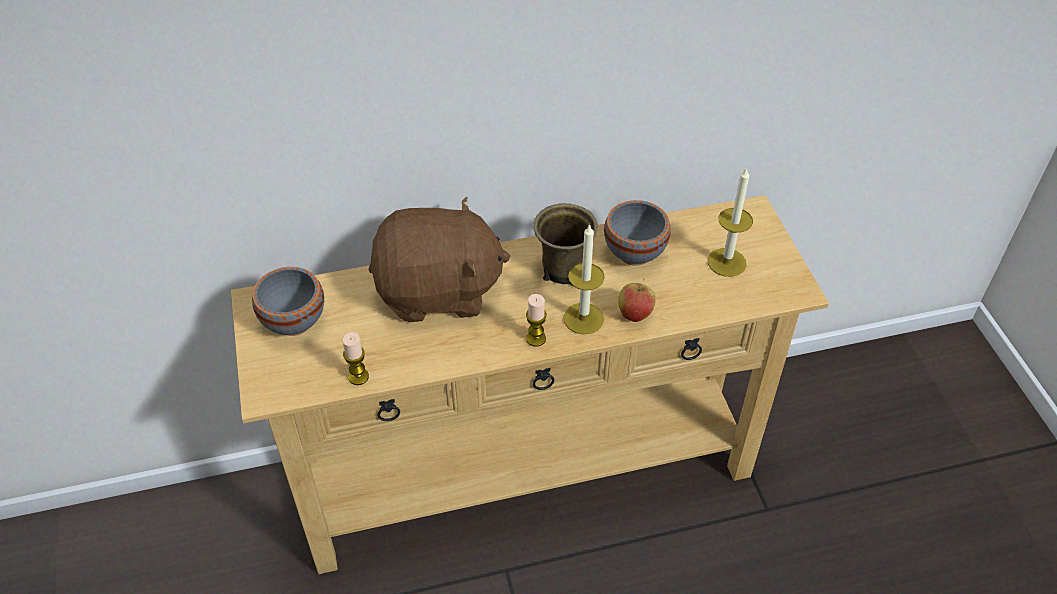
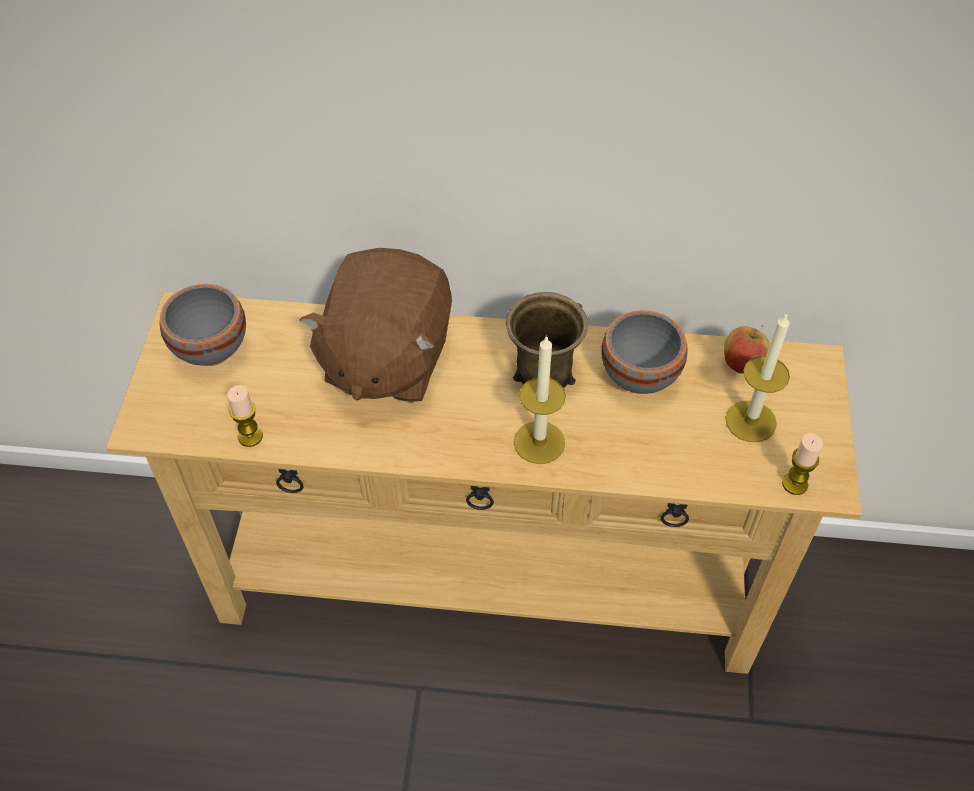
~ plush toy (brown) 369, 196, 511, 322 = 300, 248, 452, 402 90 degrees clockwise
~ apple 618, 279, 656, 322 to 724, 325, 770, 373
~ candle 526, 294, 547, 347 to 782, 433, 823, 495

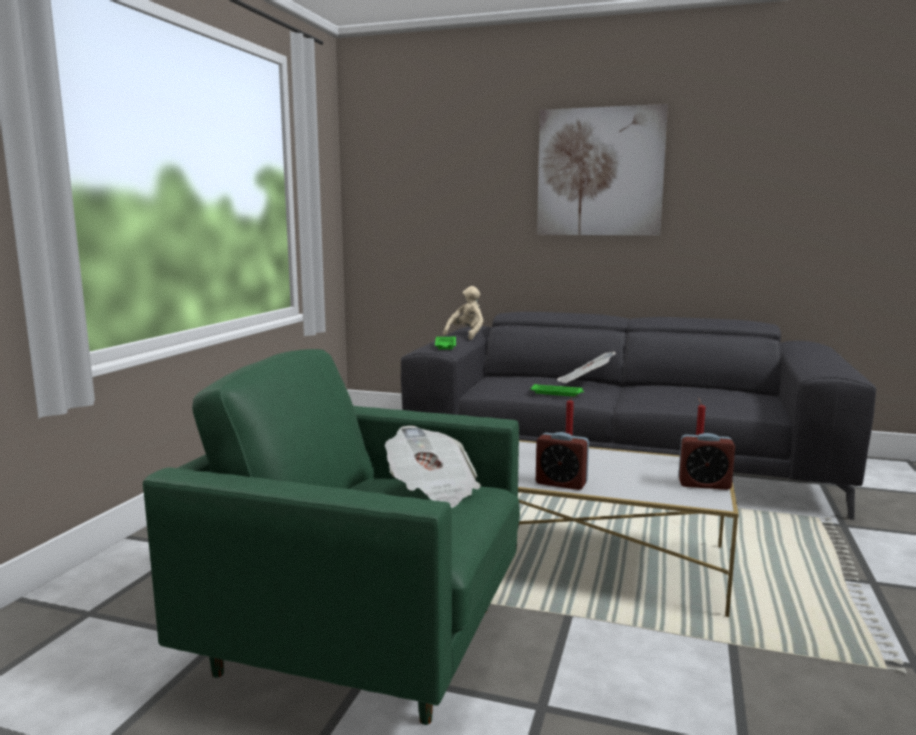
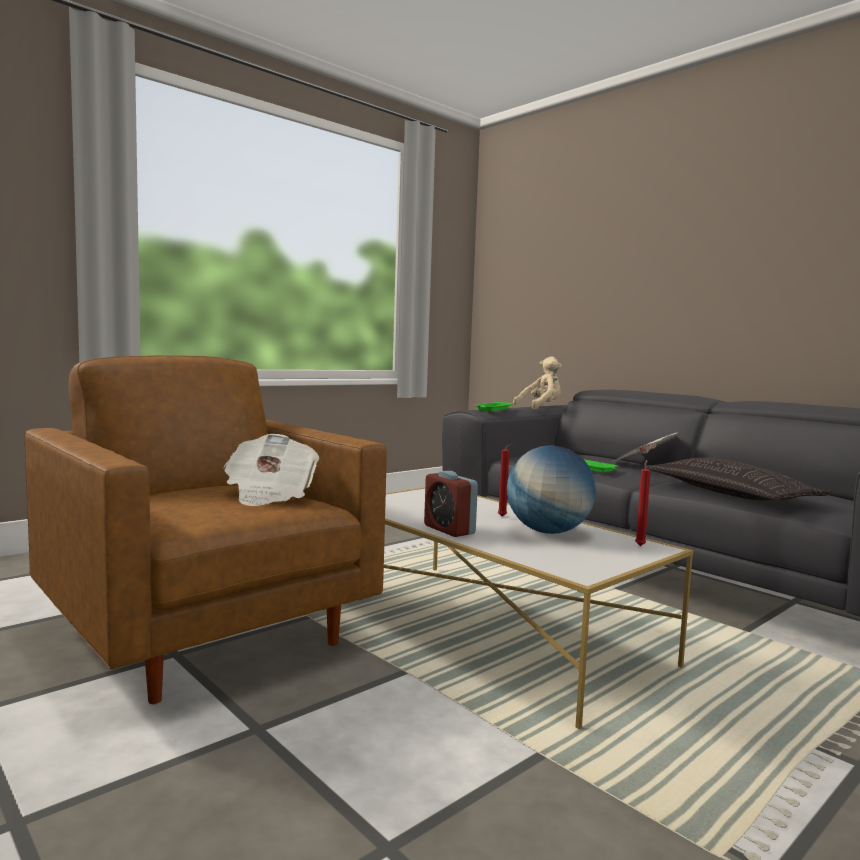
- picture 537, 104, 668, 236
~ armchair (green) 143, 349, 520, 725 to armchair (brown) 24, 355, 387, 704
- alarm clock 679, 433, 735, 490
+ globe 507, 445, 595, 534
+ pillow 643, 457, 831, 501

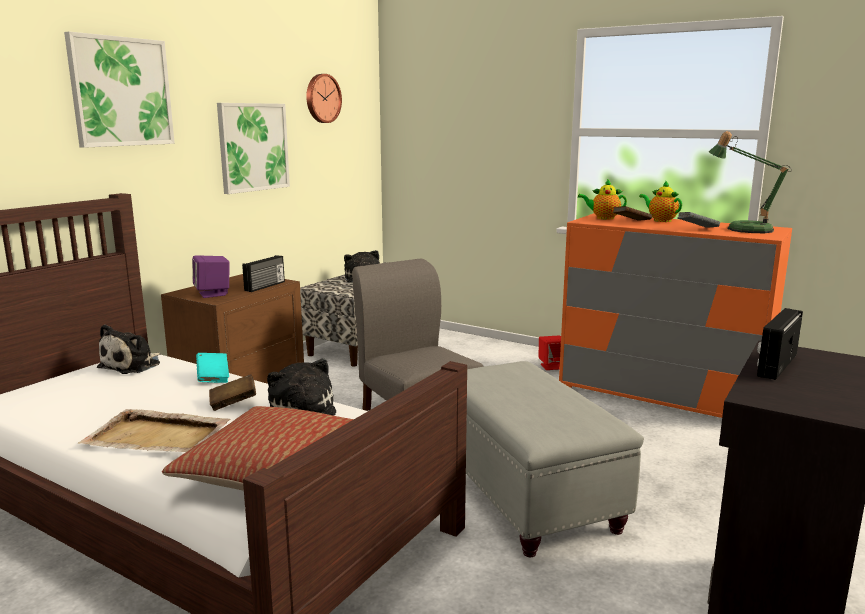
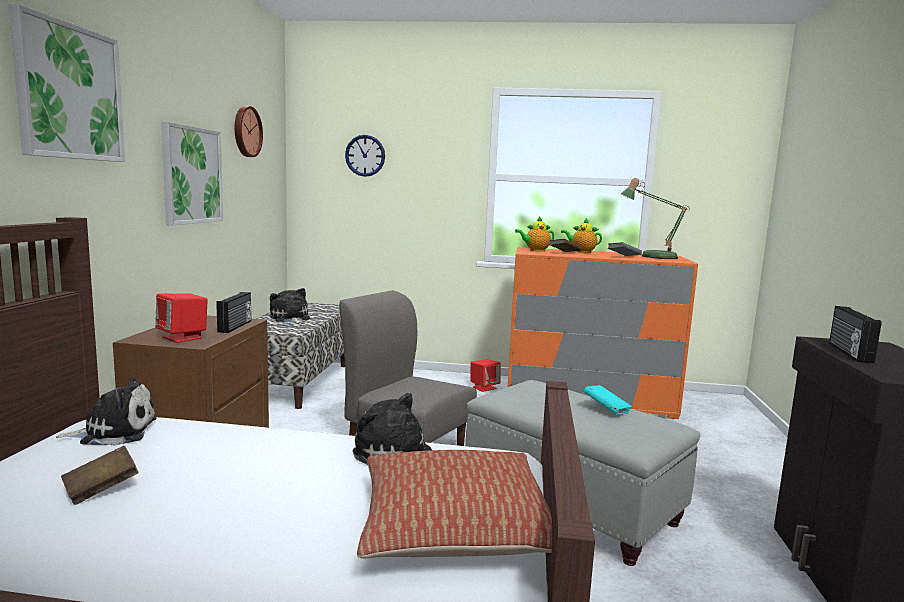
~ speaker (purple) 192, 256, 229, 298 to speaker (red) 155, 293, 208, 343
~ plush toy 97, 325, 161, 374 = 56, 377, 156, 446 105 degrees counterclockwise
~ book (turquoise) 196, 353, 229, 383 to 583, 385, 632, 415
~ book (brown) 209, 374, 256, 411 to 61, 446, 139, 505
- tray (beige) 78, 409, 230, 452
+ wall clock 345, 135, 385, 177

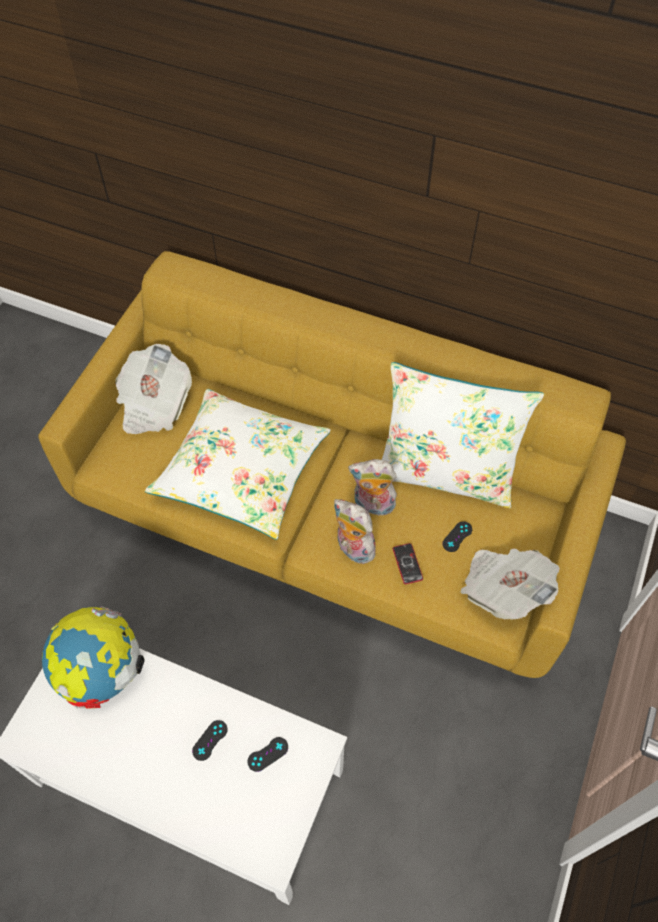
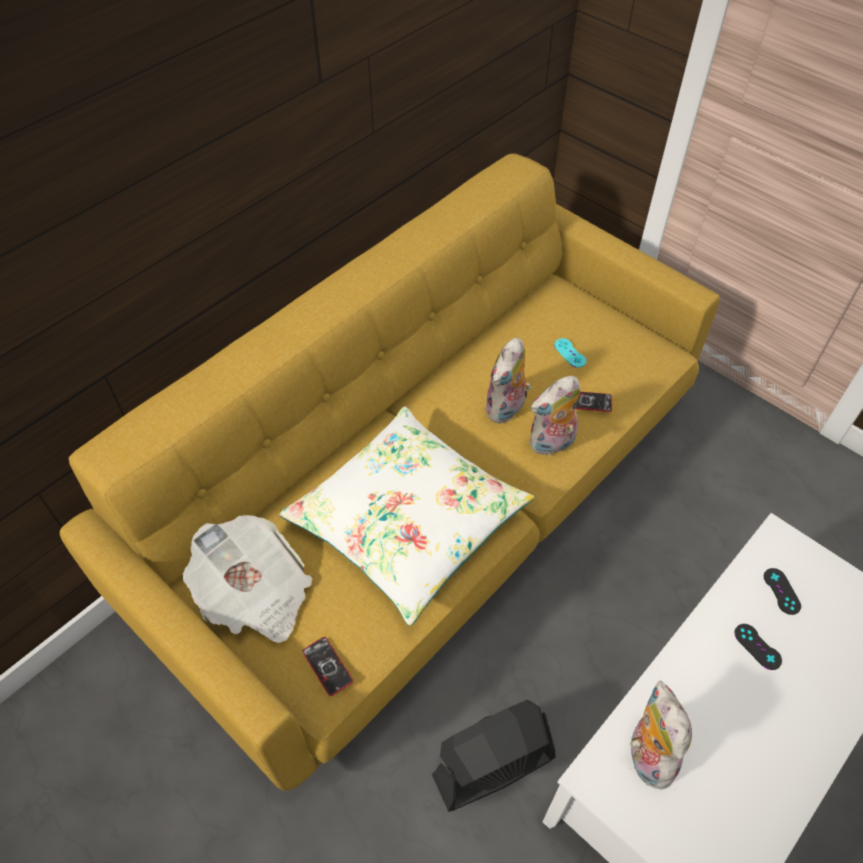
- pillow (white) 382, 362, 544, 508
~ game controller (black) 442, 521, 472, 552 to game controller (turquoise) 554, 338, 586, 368
- newspaper 460, 548, 560, 619
~ globe 42, 606, 145, 709 to plush toy 629, 680, 692, 790
+ phone 302, 637, 353, 696
+ fan (black) 432, 700, 556, 812

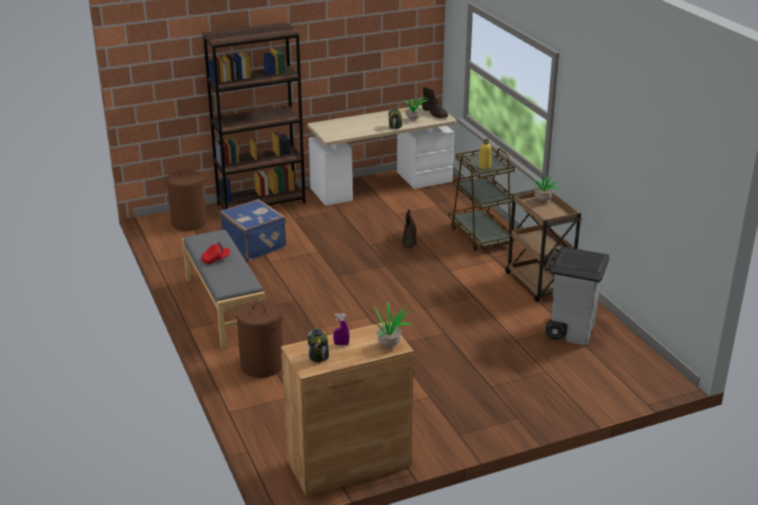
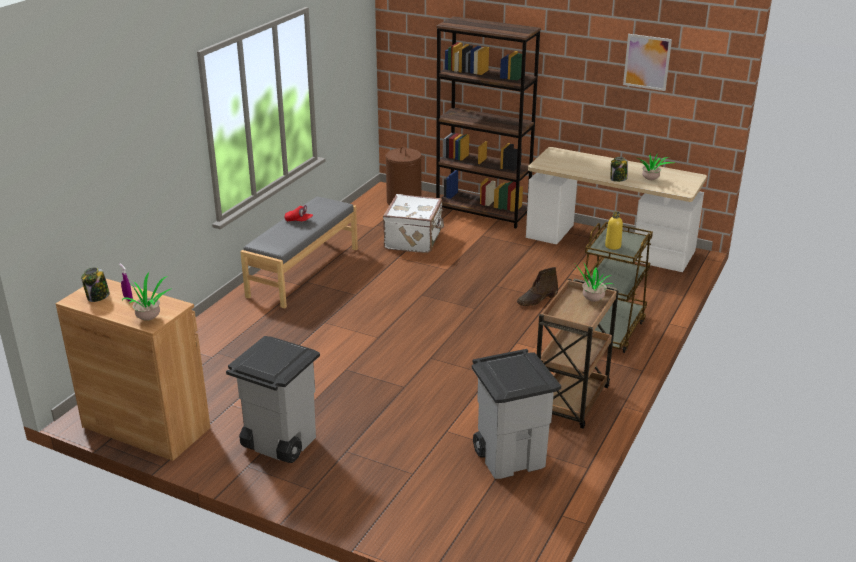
- boot (brown) 422, 87, 448, 118
~ suitcase (blue) 220, 199, 286, 260 to suitcase (white) 383, 194, 444, 253
- laundry basket (brown) 233, 300, 285, 378
+ picture 623, 34, 672, 91
+ trash can (grey) 226, 336, 320, 463

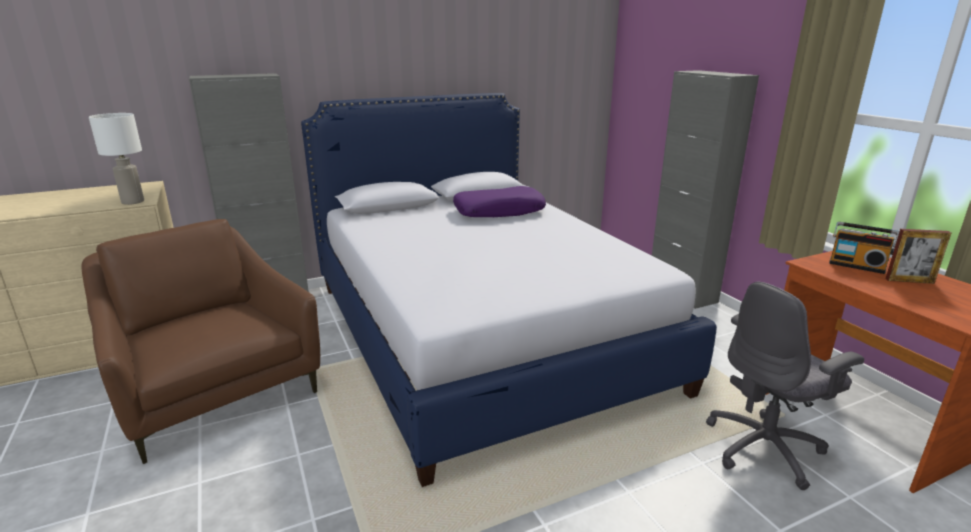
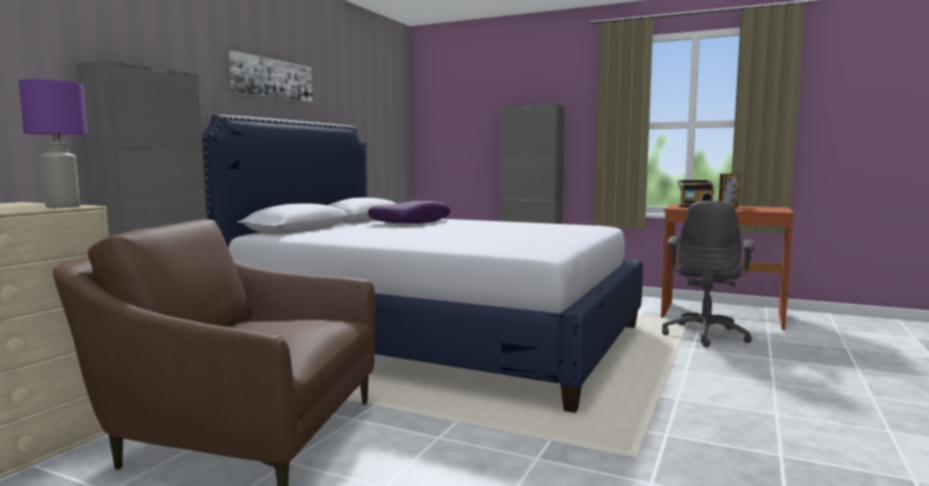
~ table lamp (white) 89, 113, 144, 205 to table lamp (purple) 19, 79, 88, 208
+ picture 229, 51, 313, 102

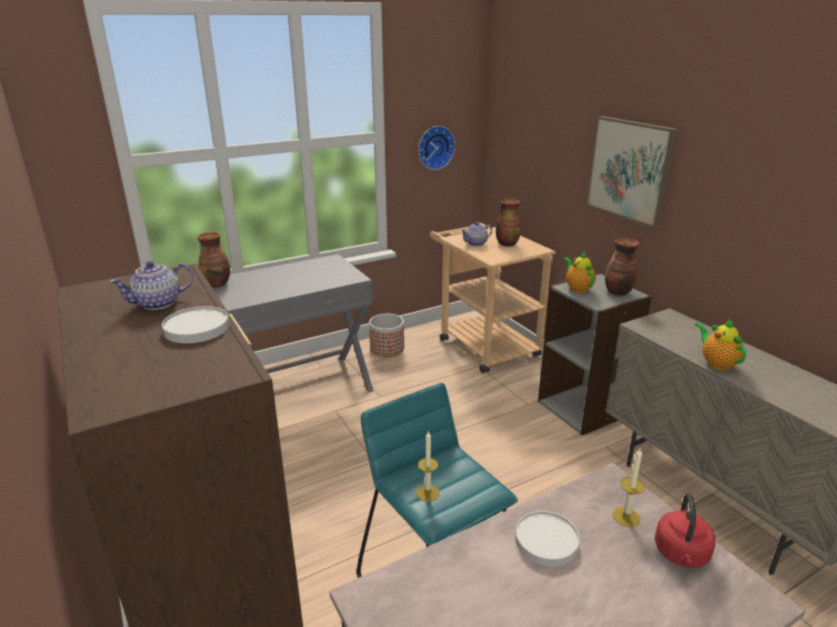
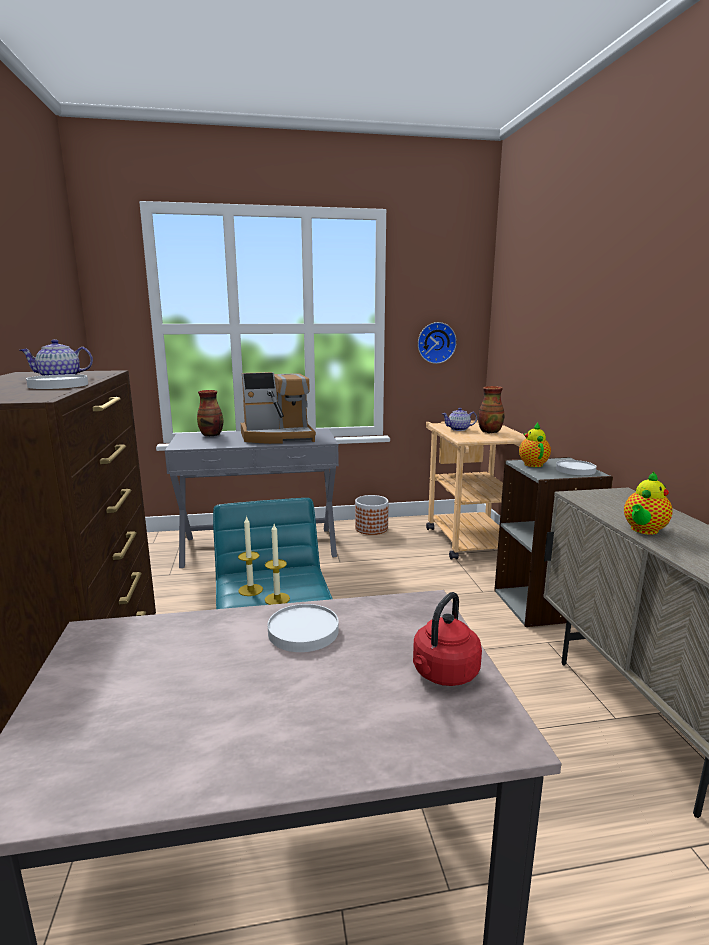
- picture 586, 116, 678, 228
~ vase 605, 238, 639, 296 to plate (white) 556, 460, 596, 475
~ teapot 695, 319, 746, 370 = 624, 471, 673, 535 135 degrees counterclockwise
~ candle 612, 448, 645, 527 to 265, 524, 290, 605
+ coffee machine 241, 372, 316, 444

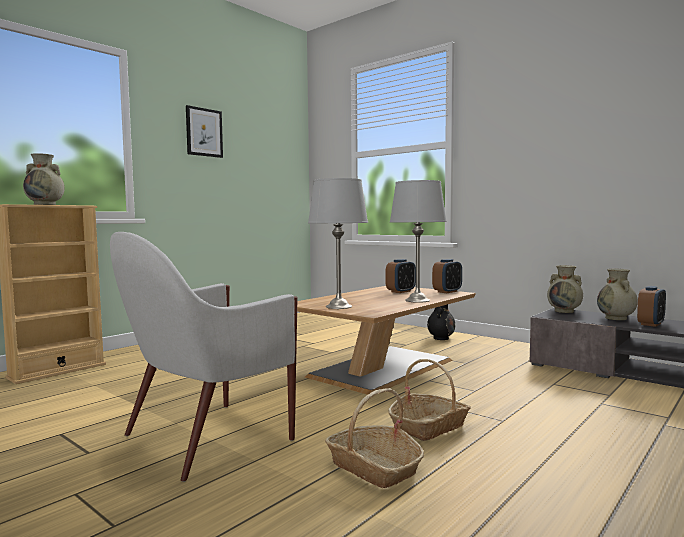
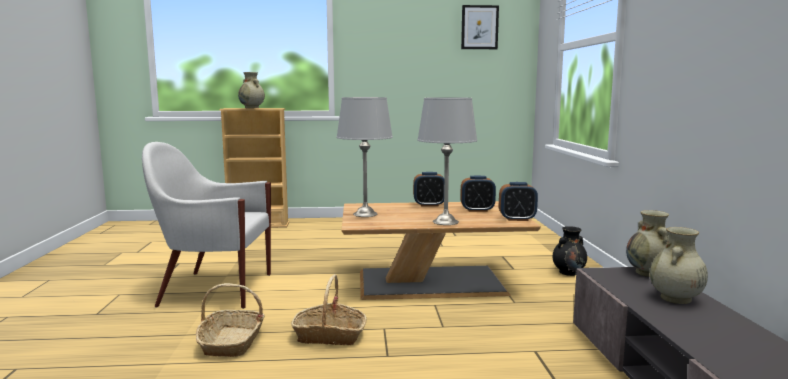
~ picture 186, 105, 223, 158 to 461, 5, 499, 49
~ alarm clock 637, 286, 666, 327 to 413, 172, 444, 206

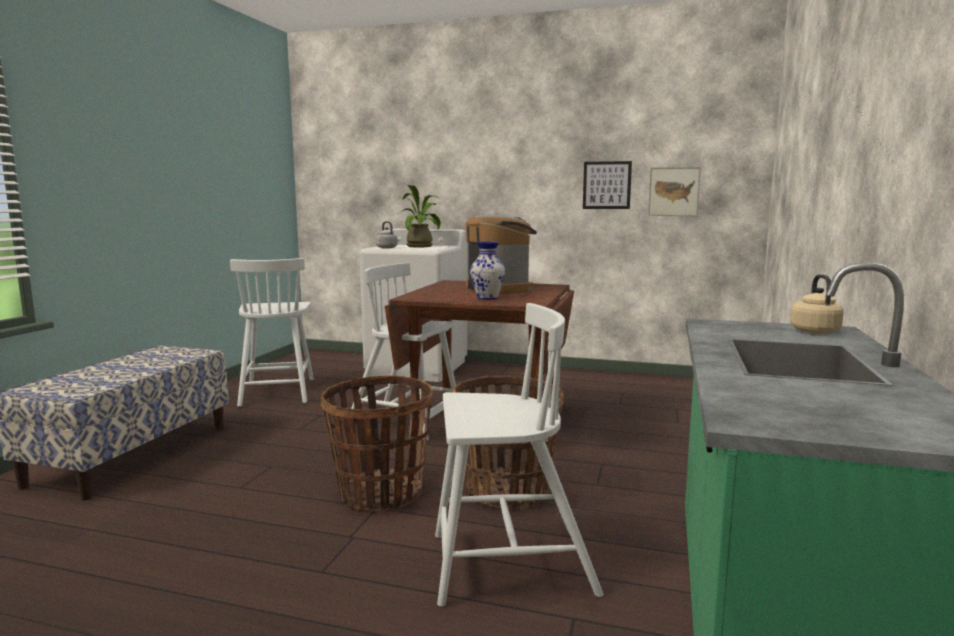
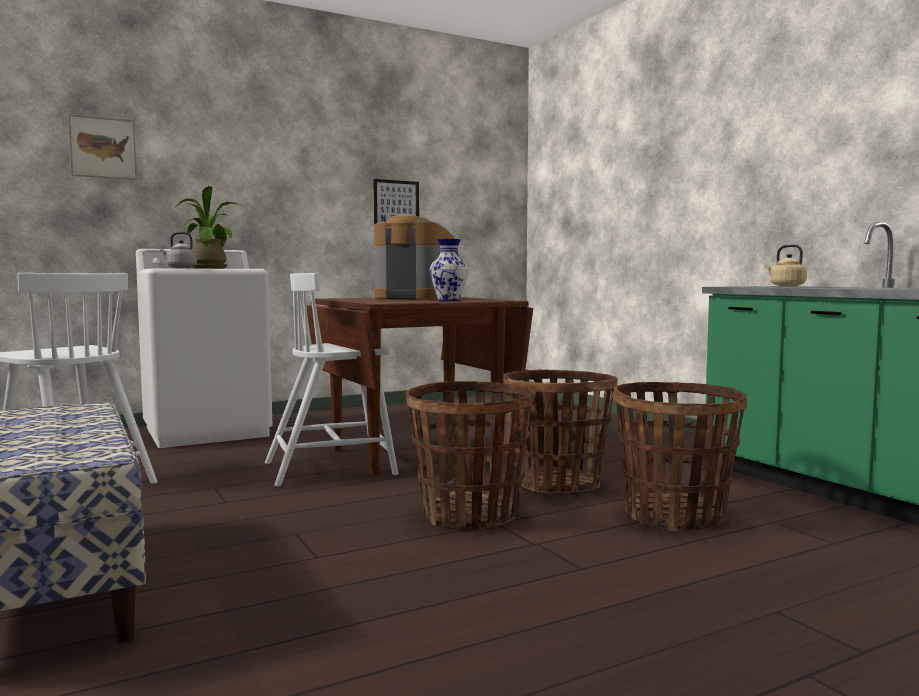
~ picture 648, 167, 701, 216 to 68, 114, 137, 180
~ chair (white) 435, 303, 603, 607 to basket 613, 382, 747, 532

